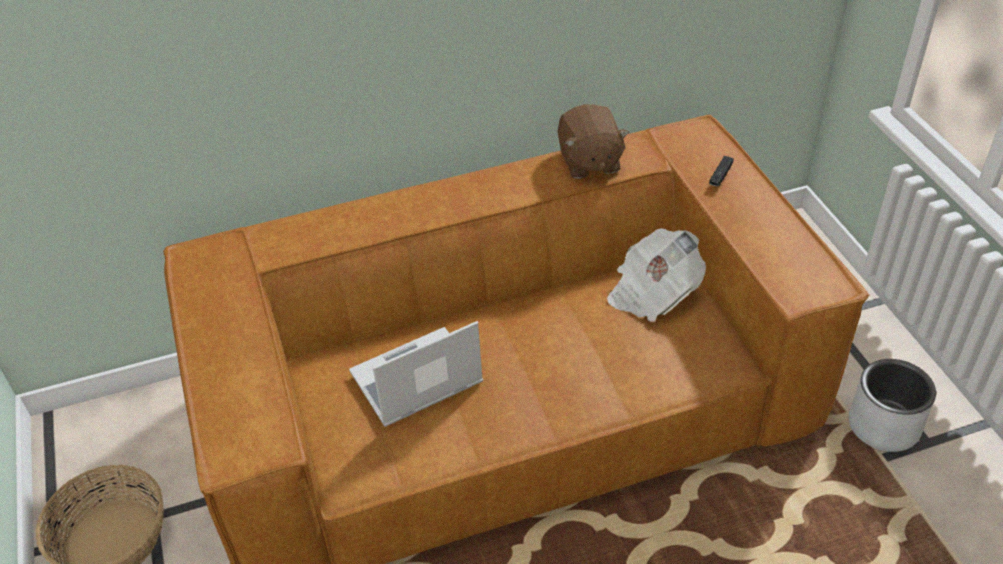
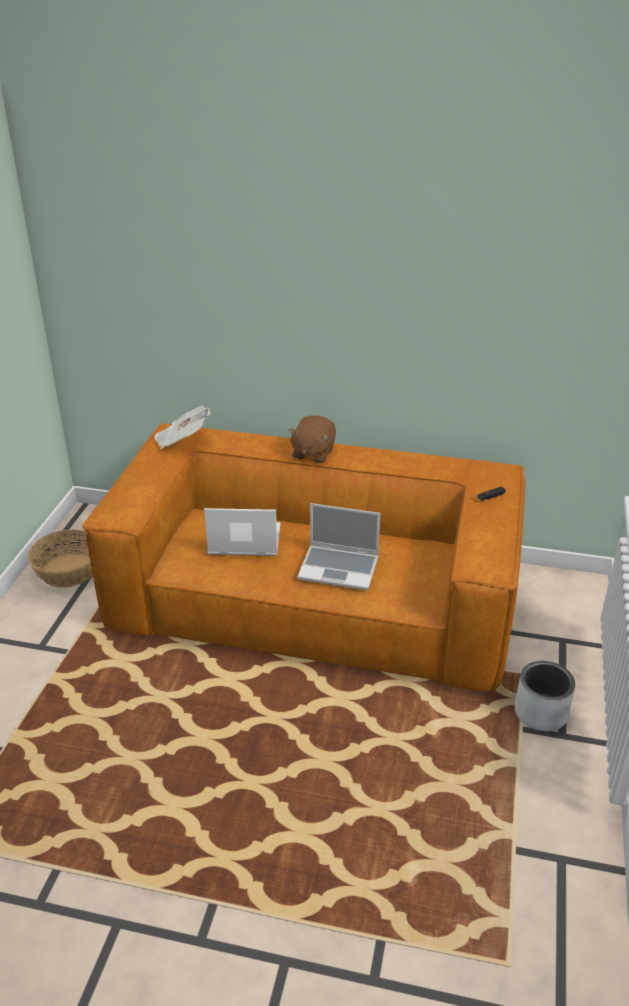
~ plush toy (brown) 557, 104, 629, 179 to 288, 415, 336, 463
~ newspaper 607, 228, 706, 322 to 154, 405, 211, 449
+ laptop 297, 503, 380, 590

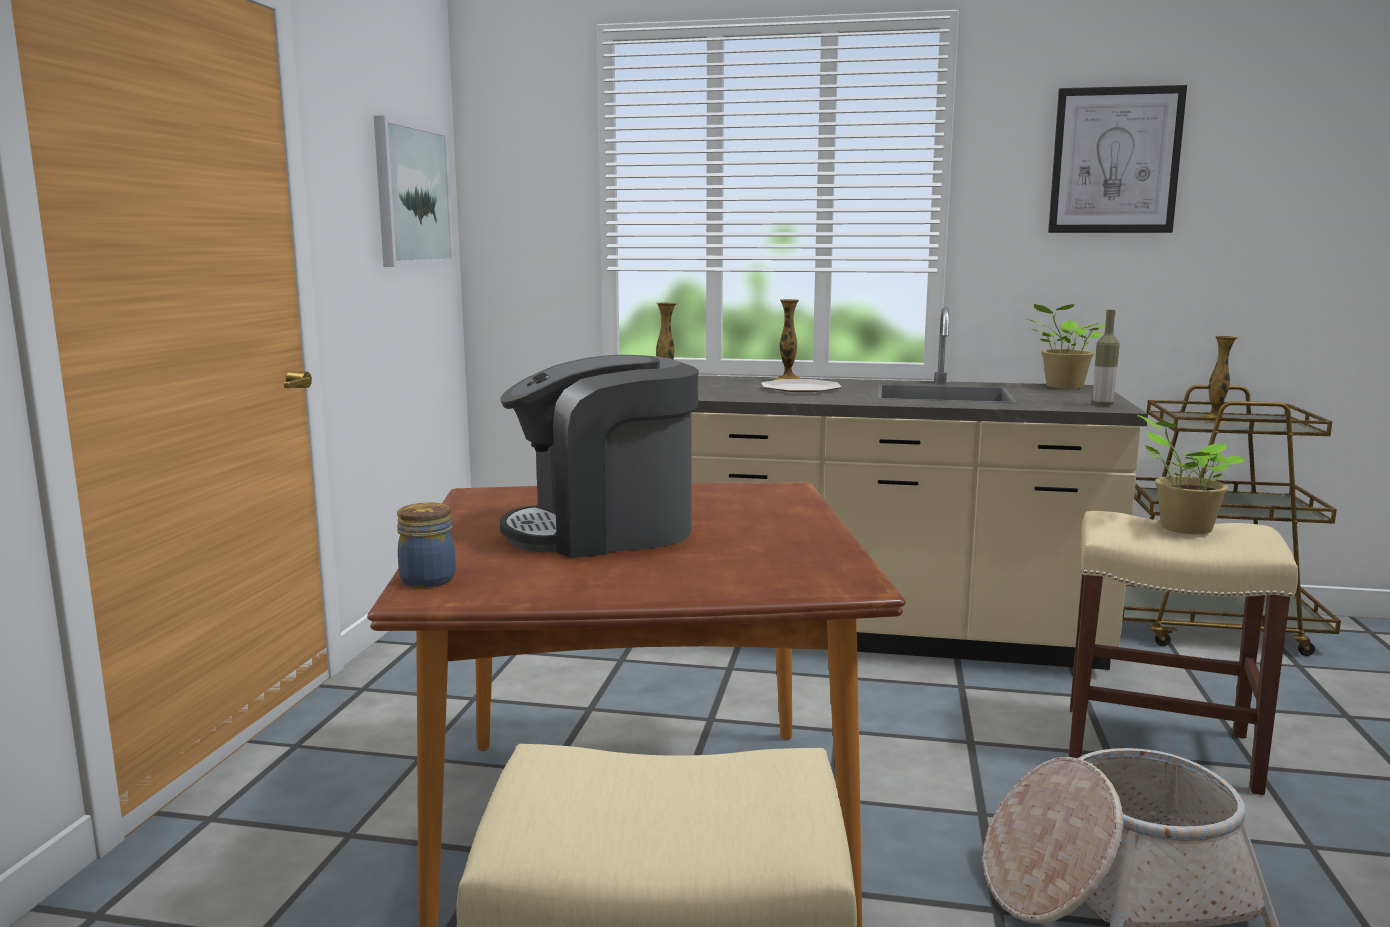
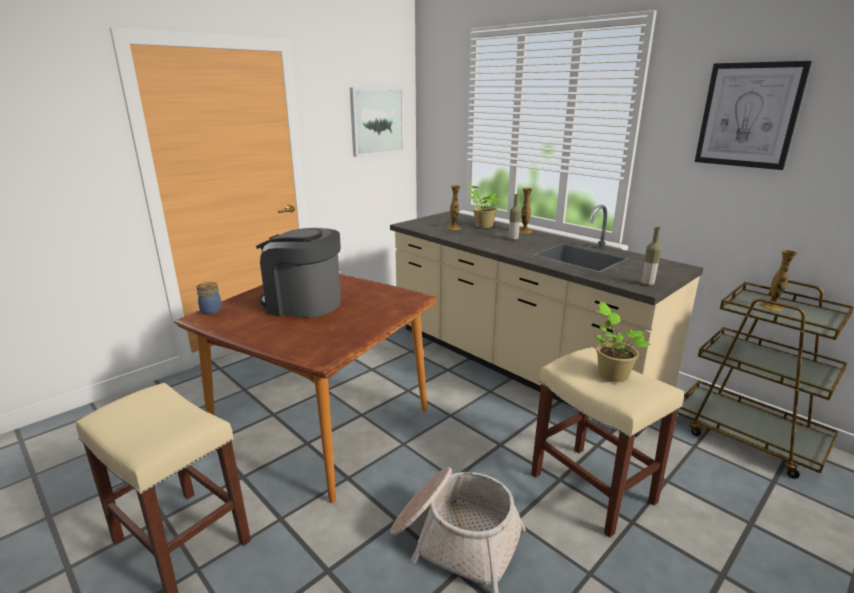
~ potted plant 1028, 304, 1105, 389 to 466, 184, 503, 228
~ plate 761, 379, 842, 392 to bottle 509, 194, 521, 241

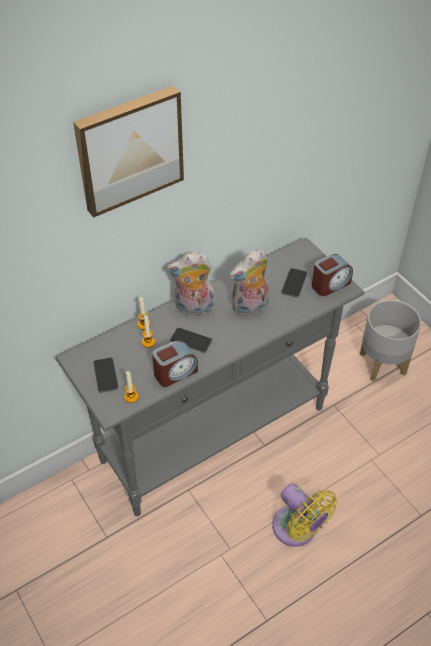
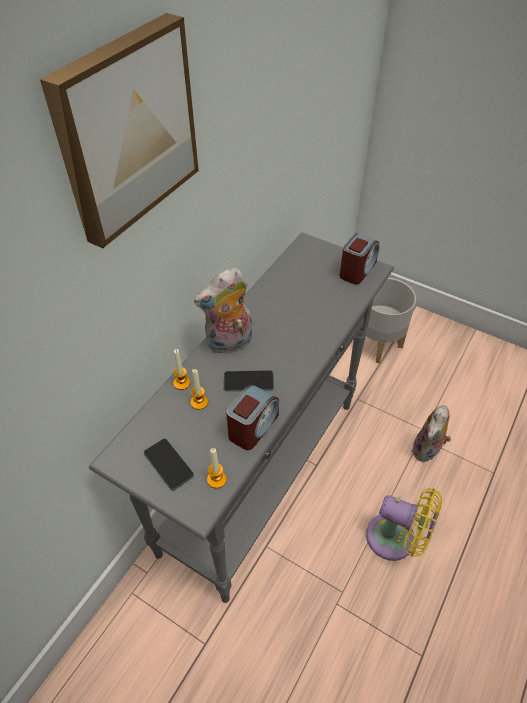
~ plush toy 229, 249, 269, 316 to 412, 405, 451, 462
- phone 281, 268, 307, 297

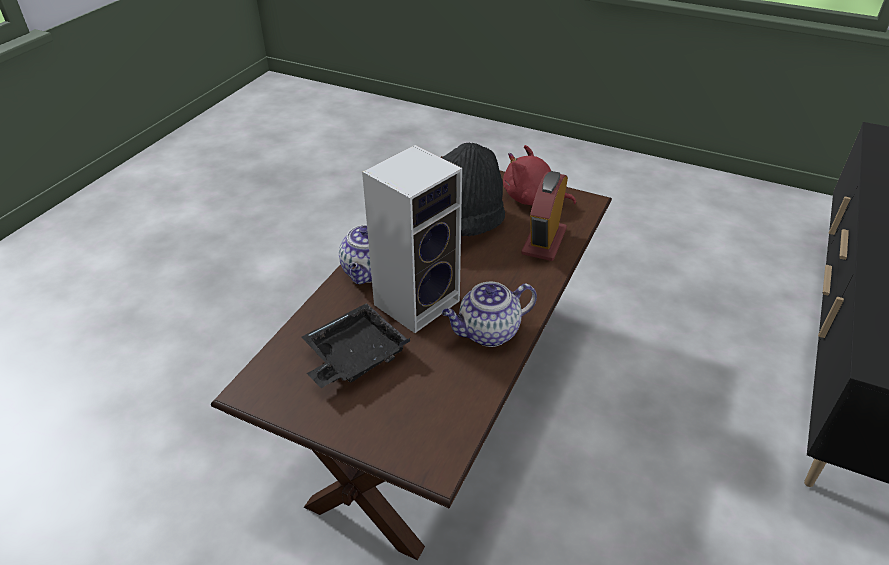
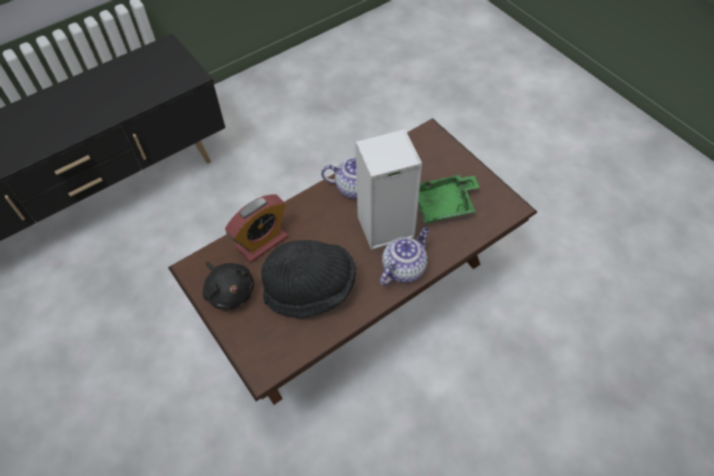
~ plush toy (red) 503, 145, 576, 205 to plush toy (black) 202, 262, 254, 311
~ tray (black) 302, 303, 410, 388 to tray (green) 418, 175, 480, 223

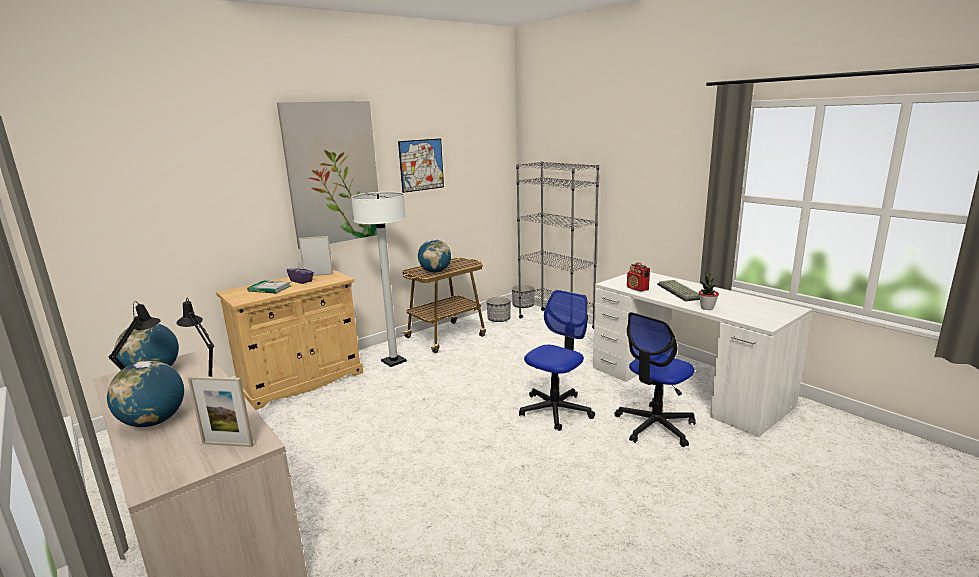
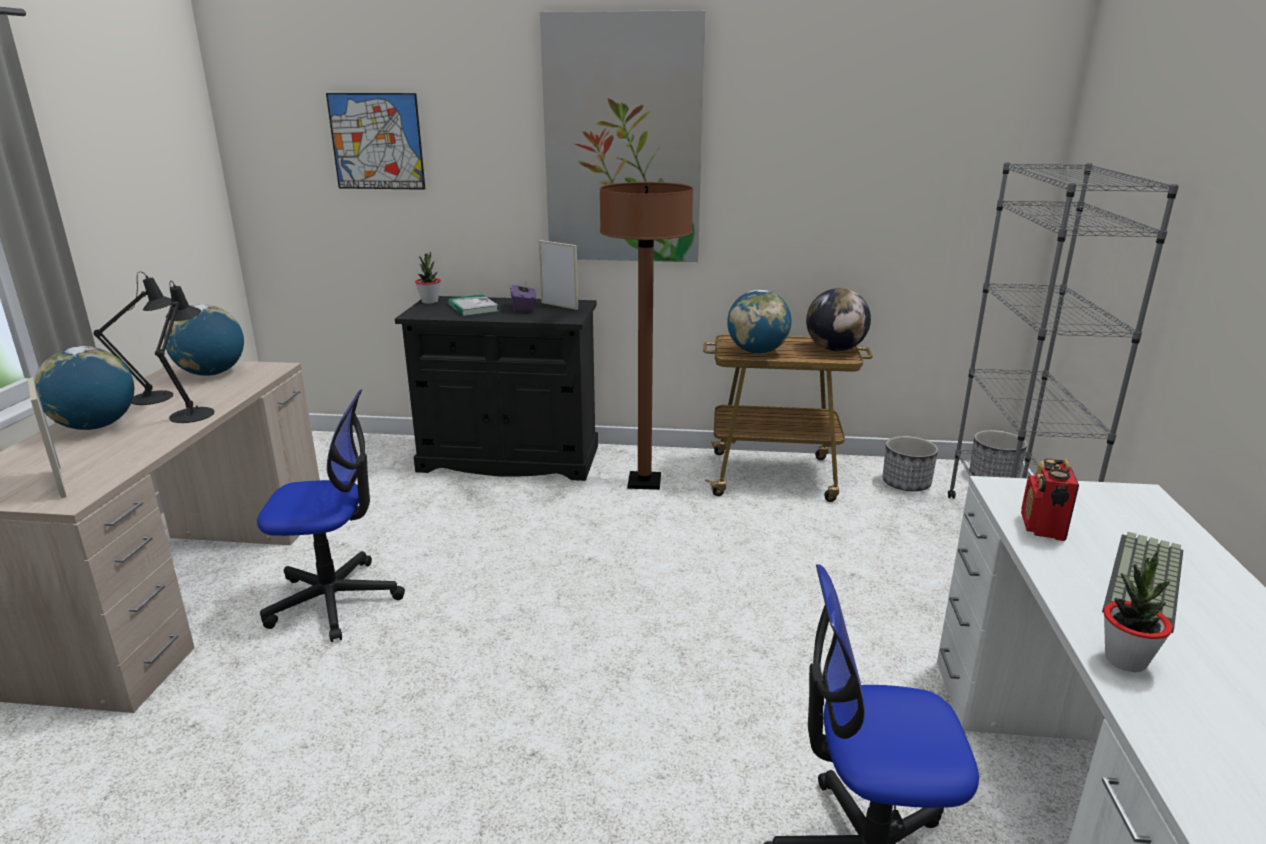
~ picture 398, 138, 444, 193 to 326, 93, 425, 190
~ floor lamp (white) 351, 192, 407, 367 to floor lamp (brown) 599, 182, 693, 490
~ cabinet (beige) 216, 269, 363, 410 to cabinet (black) 395, 296, 598, 481
~ office chair 519, 290, 595, 431 to 257, 389, 405, 642
+ potted plant 415, 251, 441, 304
+ globe 806, 288, 871, 351

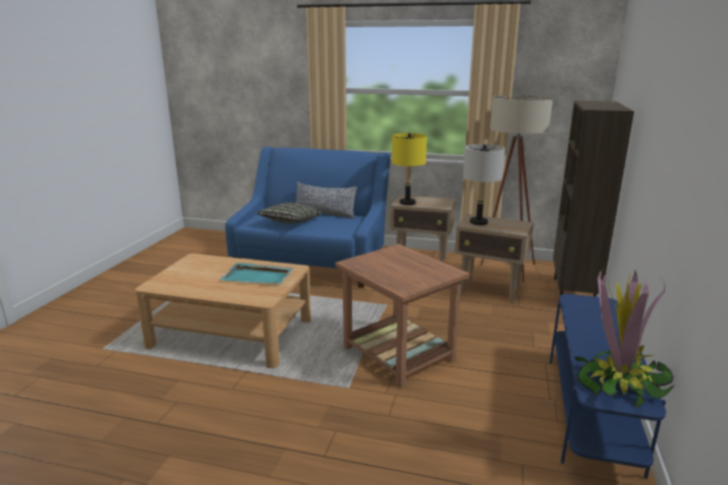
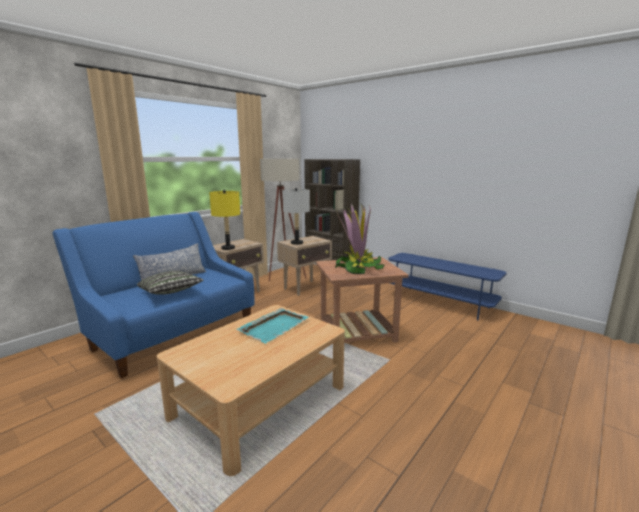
~ potted plant 575, 269, 674, 408 to 335, 202, 385, 274

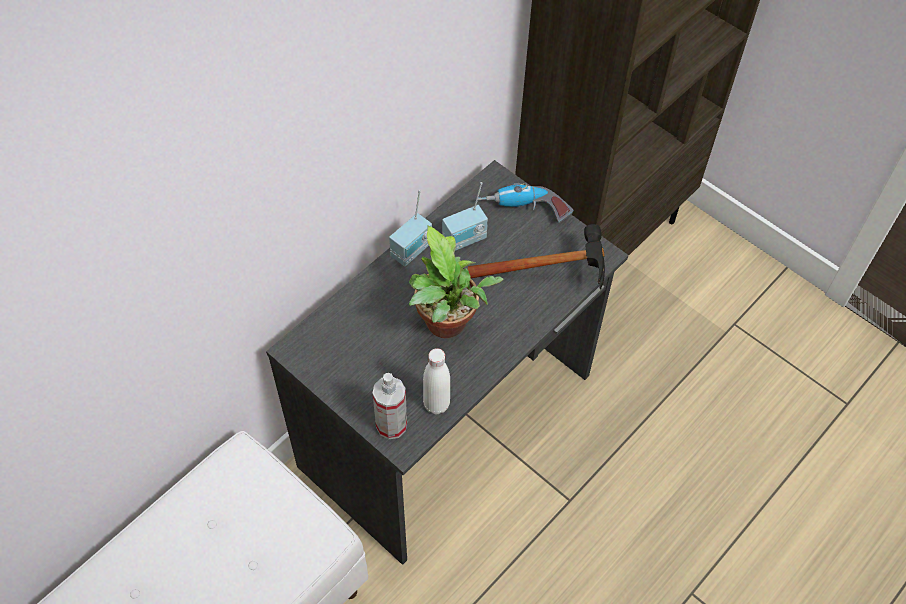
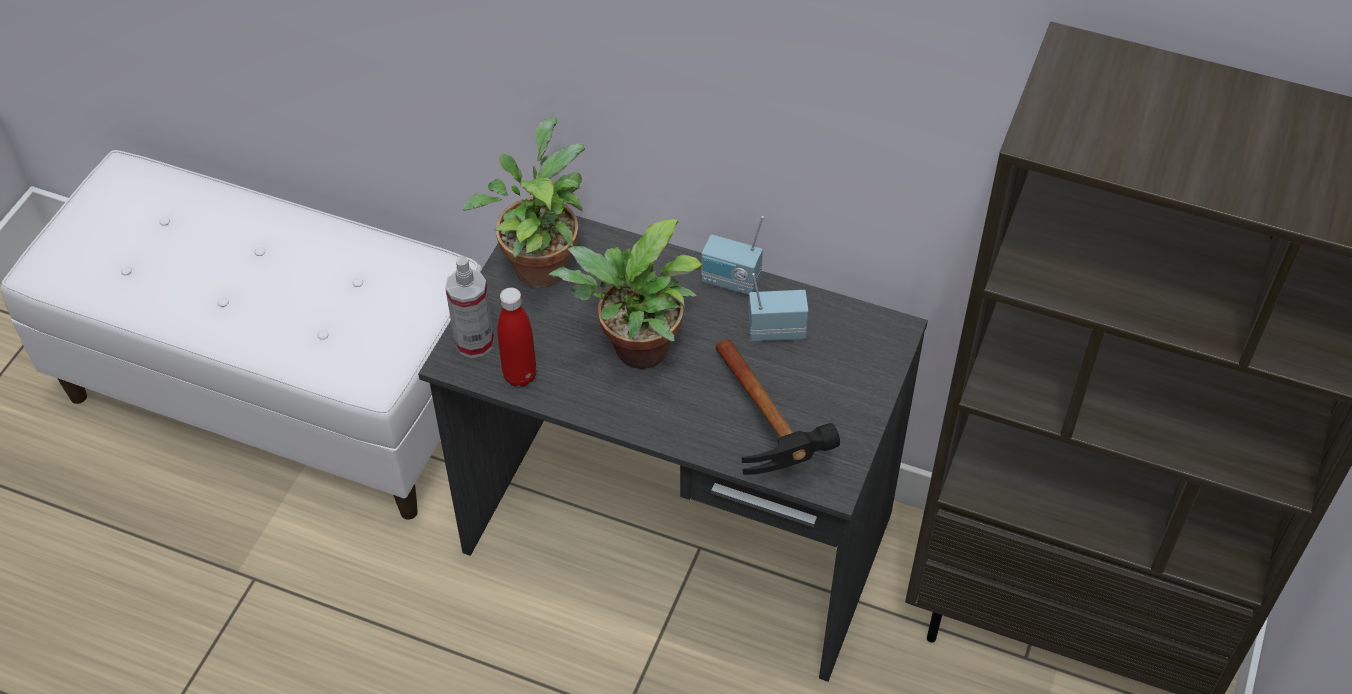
~ radio 442, 182, 488, 251 = 748, 273, 809, 341 135 degrees clockwise
- power drill 478, 183, 573, 223
~ bottle (white) 423, 348, 450, 414 to bottle (red) 498, 288, 537, 387
+ potted plant 463, 117, 585, 288

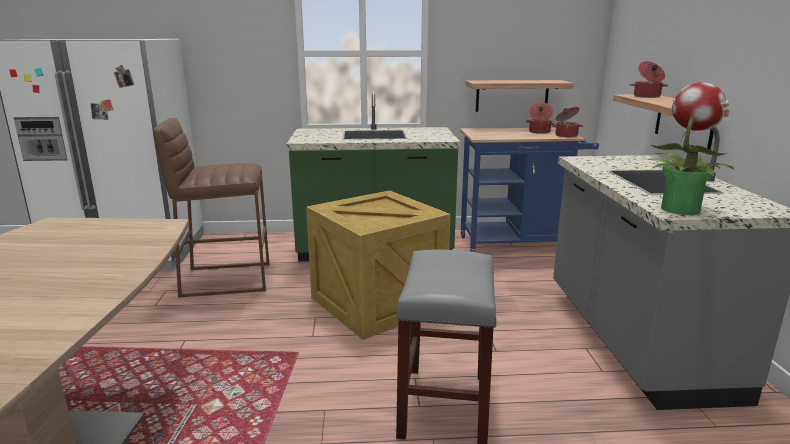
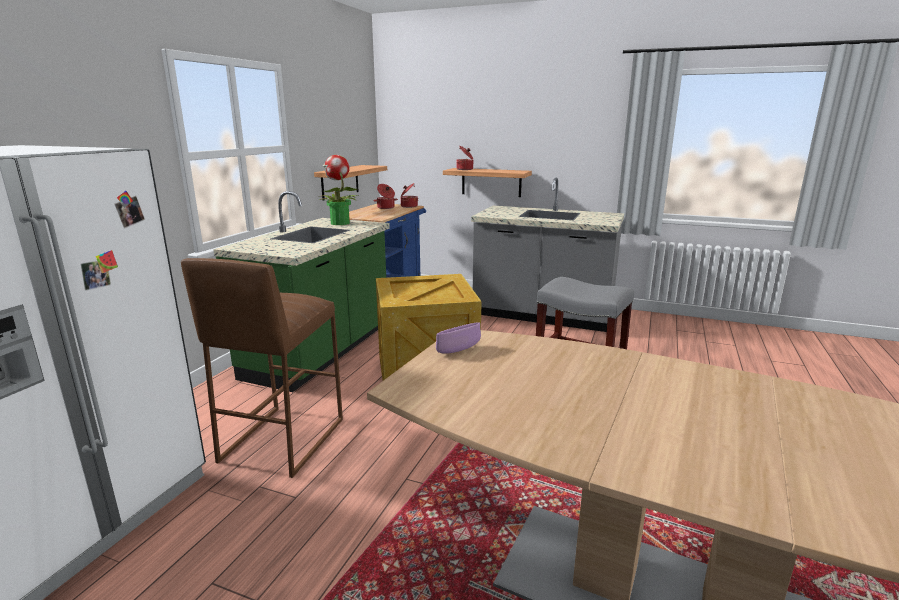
~ potted plant 648, 82, 735, 215 to 319, 155, 358, 225
+ bowl (purple) 436, 322, 481, 354

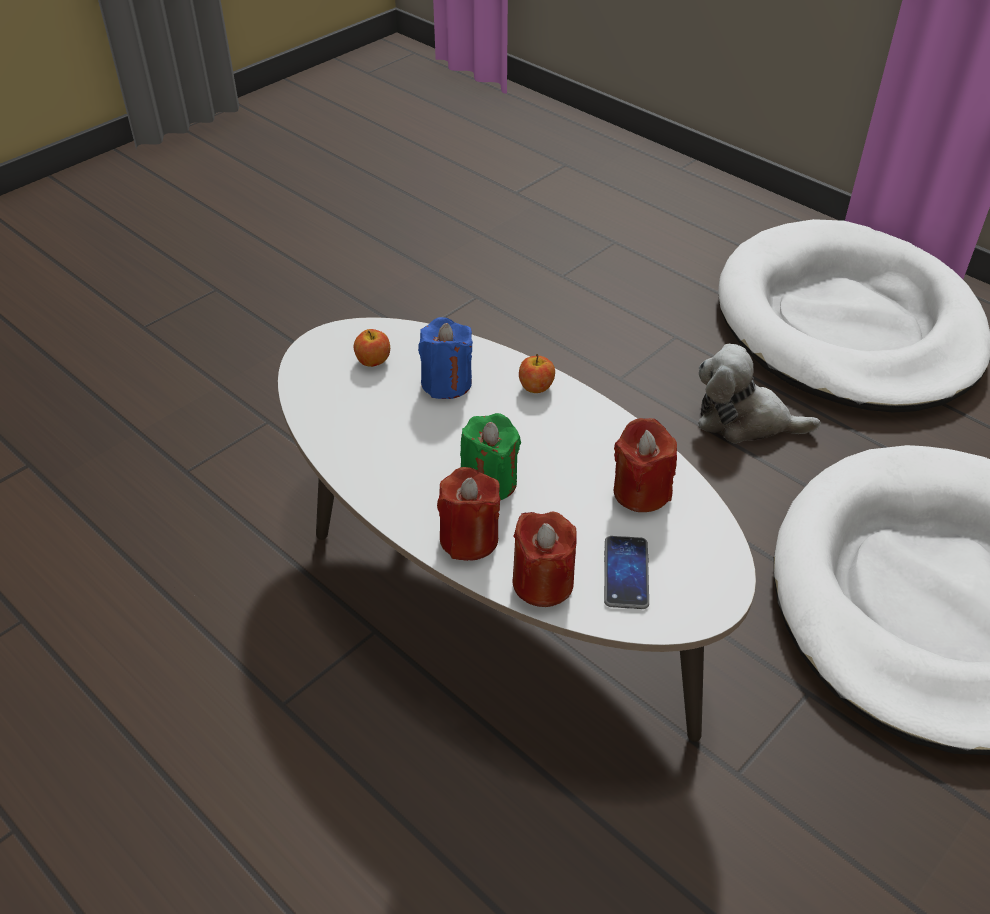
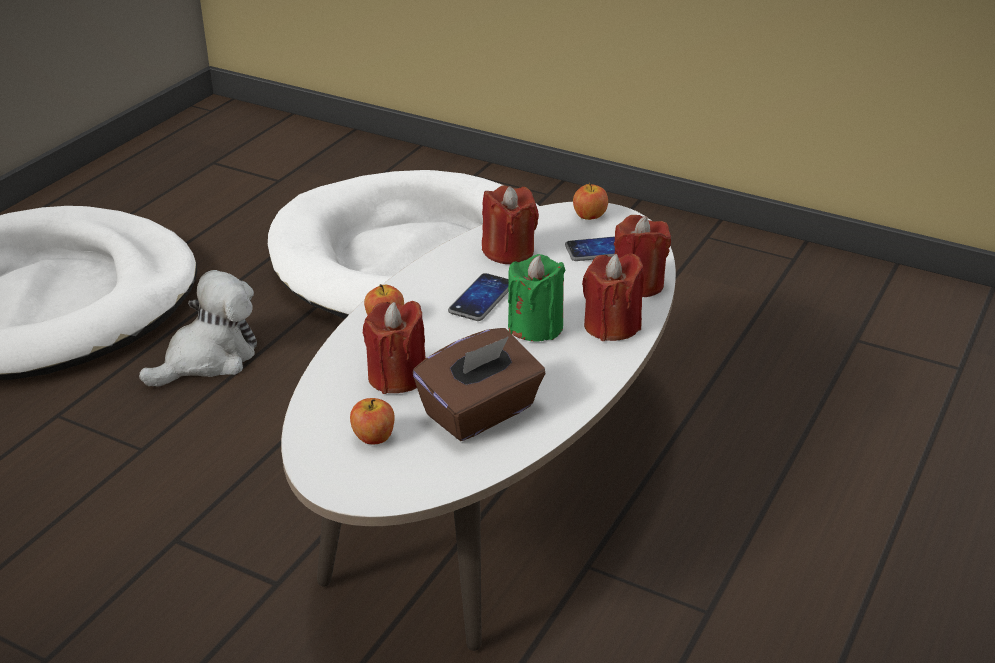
~ candle (blue) 418, 317, 473, 399 to candle (red) 363, 301, 426, 394
~ plush toy 698, 344, 821, 443 = 139, 270, 257, 387 135 degrees counterclockwise
+ apple 573, 183, 608, 220
+ phone 448, 273, 509, 321
+ tissue box (brown) 413, 328, 546, 441

